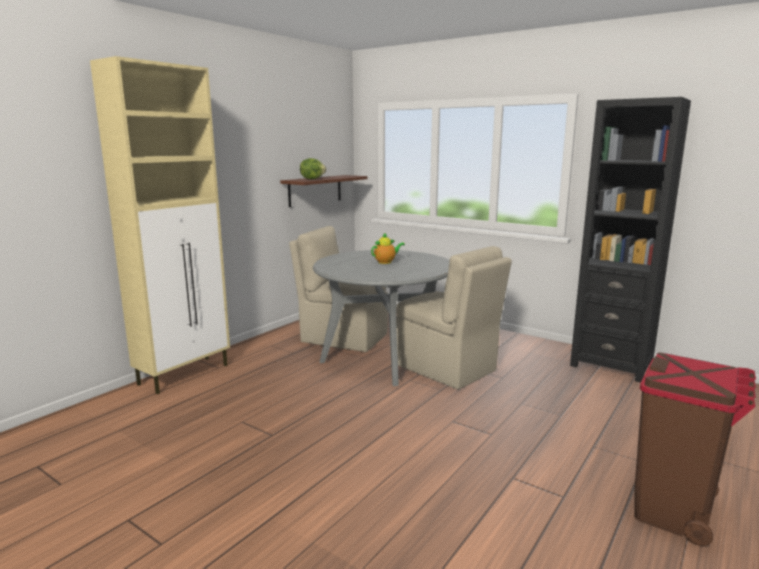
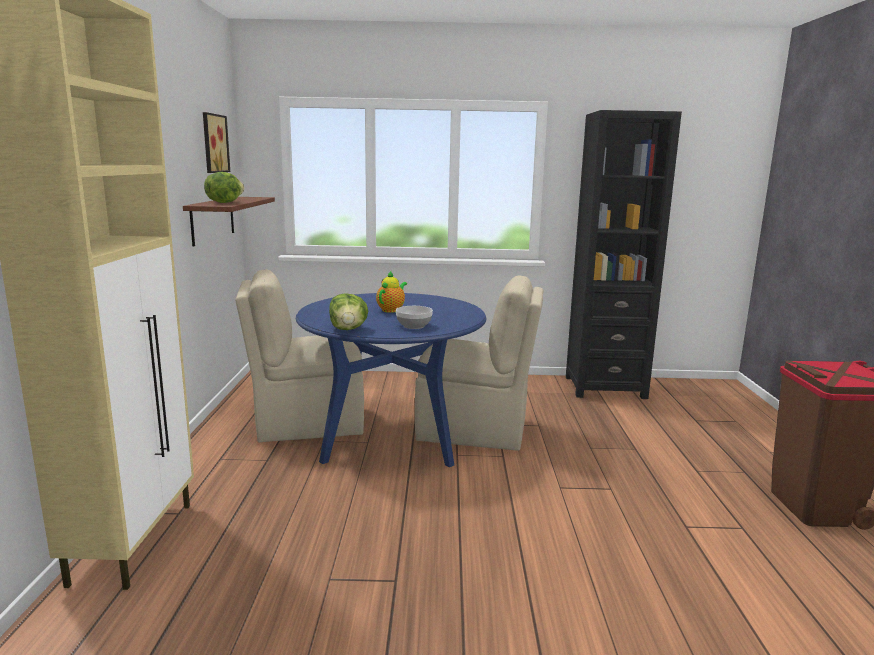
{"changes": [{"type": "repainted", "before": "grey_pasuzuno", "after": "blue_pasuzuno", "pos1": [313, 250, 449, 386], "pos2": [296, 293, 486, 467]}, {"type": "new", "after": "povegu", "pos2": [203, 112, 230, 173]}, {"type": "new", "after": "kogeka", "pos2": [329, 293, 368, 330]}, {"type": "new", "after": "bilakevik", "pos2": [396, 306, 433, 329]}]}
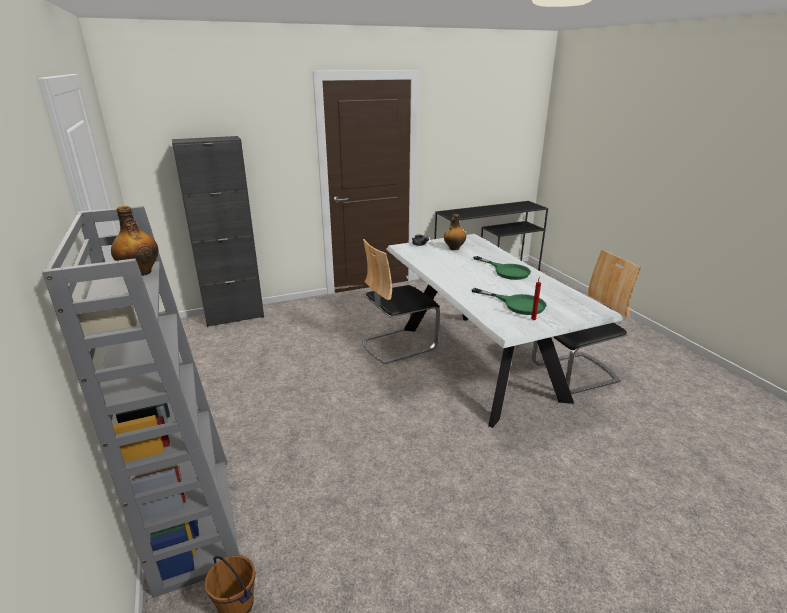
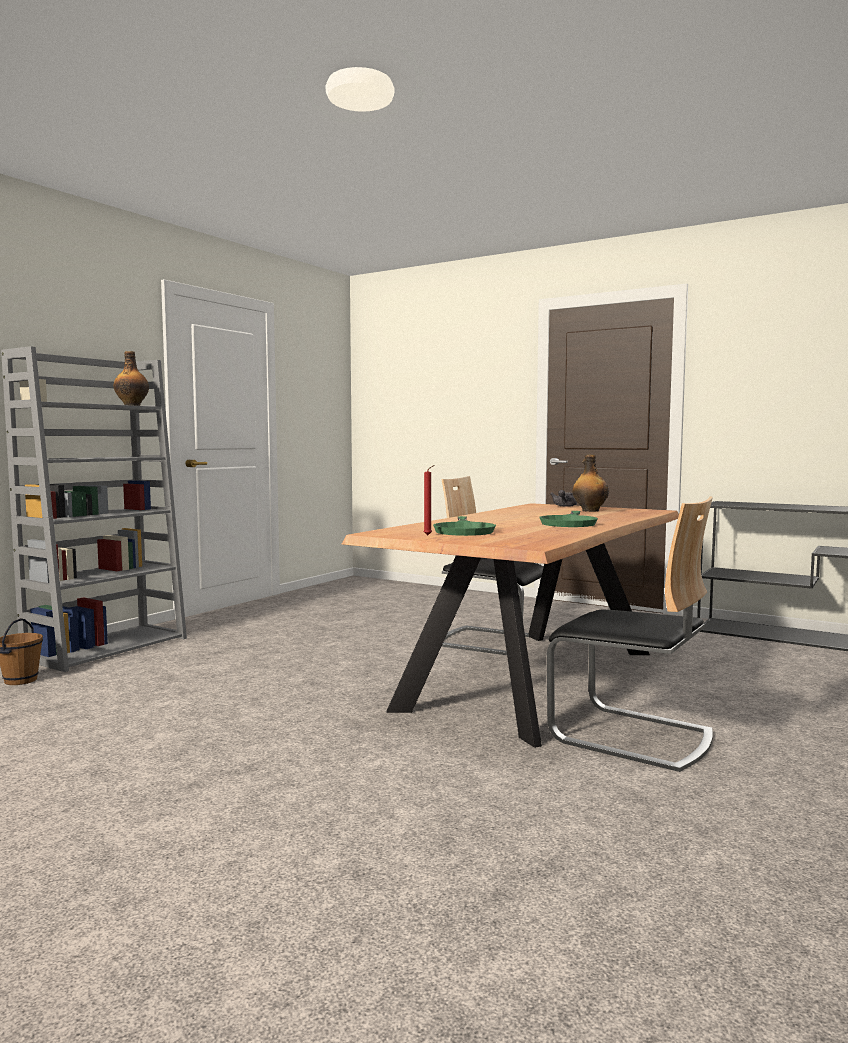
{"changes": [{"type": "gone", "before": "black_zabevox", "pos1": [172, 136, 264, 327]}, {"type": "repainted", "before": "white_pasuzuno", "after": "brown_pasuzuno", "pos1": [386, 234, 623, 428], "pos2": [342, 503, 679, 748]}]}
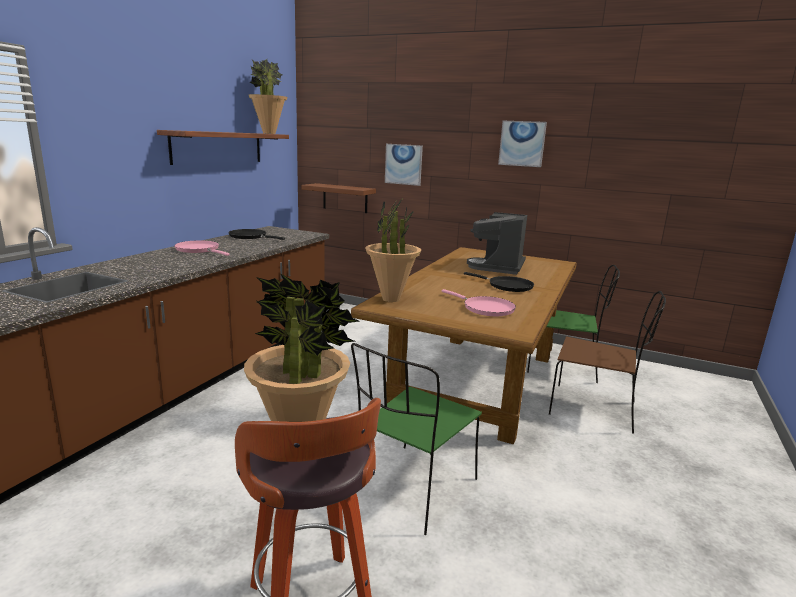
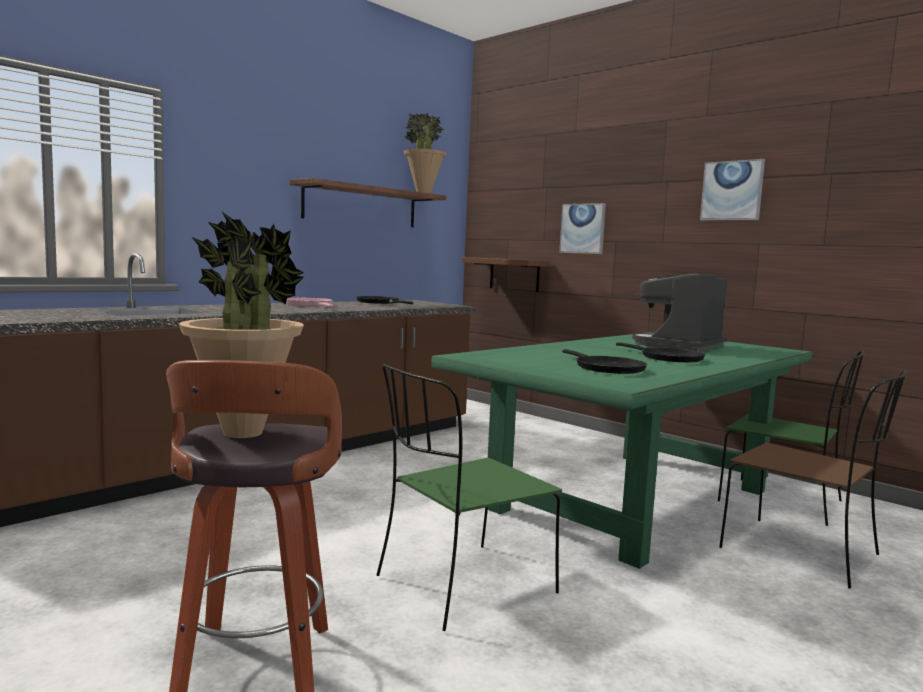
{"changes": [{"type": "repainted", "before": "brown_pasuzuno", "after": "green_pasuzuno", "pos1": [351, 247, 577, 444], "pos2": [431, 332, 813, 569]}, {"type": "gone", "before": "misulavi", "pos1": [365, 197, 421, 302]}, {"type": "repainted", "before": "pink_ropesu", "after": "black_ropesu", "pos1": [442, 289, 516, 316], "pos2": [562, 349, 647, 374]}]}
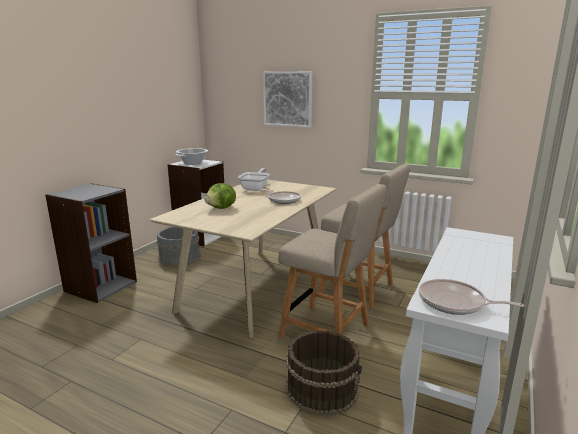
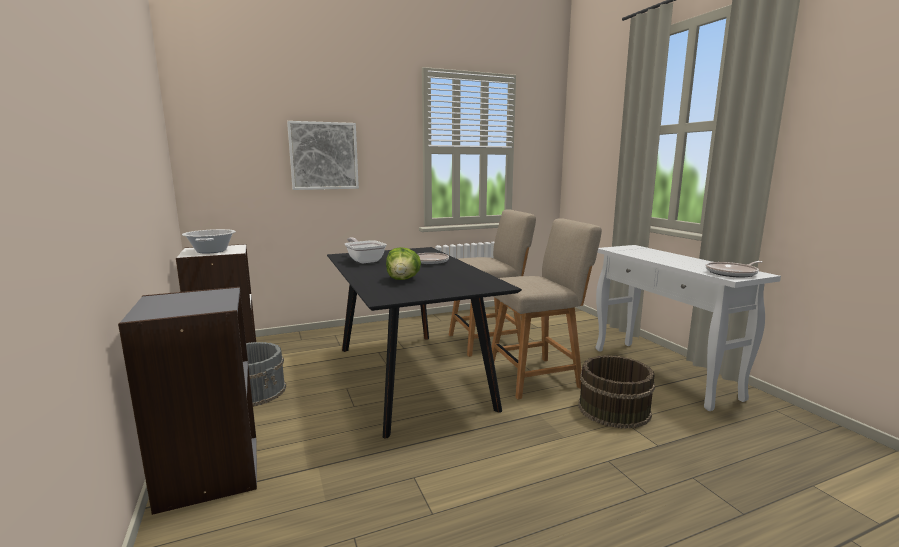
{"changes": [{"type": "repainted", "before": "beige_pasuzuno", "after": "black_pasuzuno", "pos1": [149, 180, 337, 338], "pos2": [327, 247, 522, 438]}]}
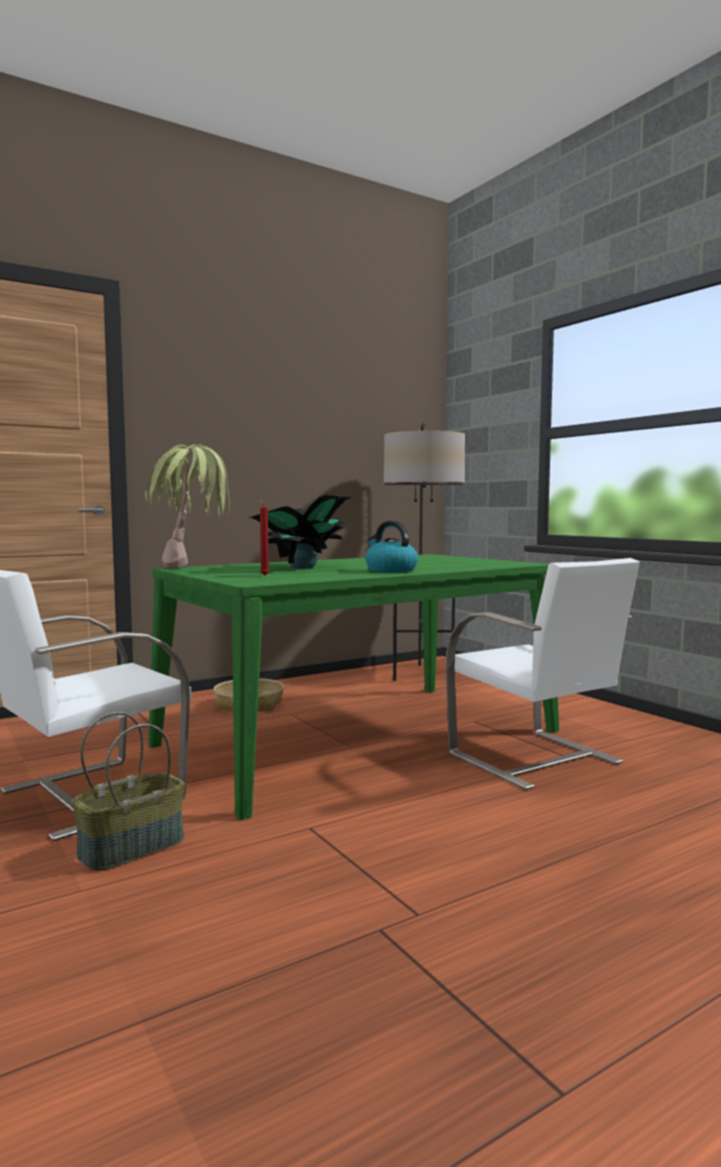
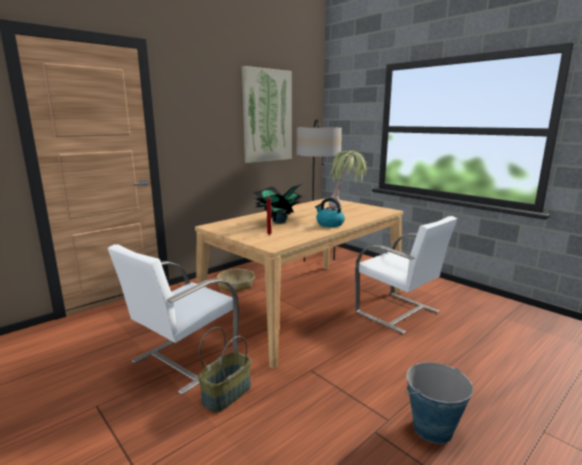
{"changes": [{"type": "shifted", "before": "misulavi", "pos1": [145, 444, 230, 569], "pos2": [329, 151, 367, 208]}, {"type": "repainted", "before": "green_pasuzuno", "after": "beige_pasuzuno", "pos1": [148, 554, 559, 820], "pos2": [195, 198, 403, 369]}, {"type": "new", "after": "povegu", "pos2": [242, 66, 291, 163]}, {"type": "new", "after": "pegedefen", "pos2": [404, 362, 473, 444]}]}
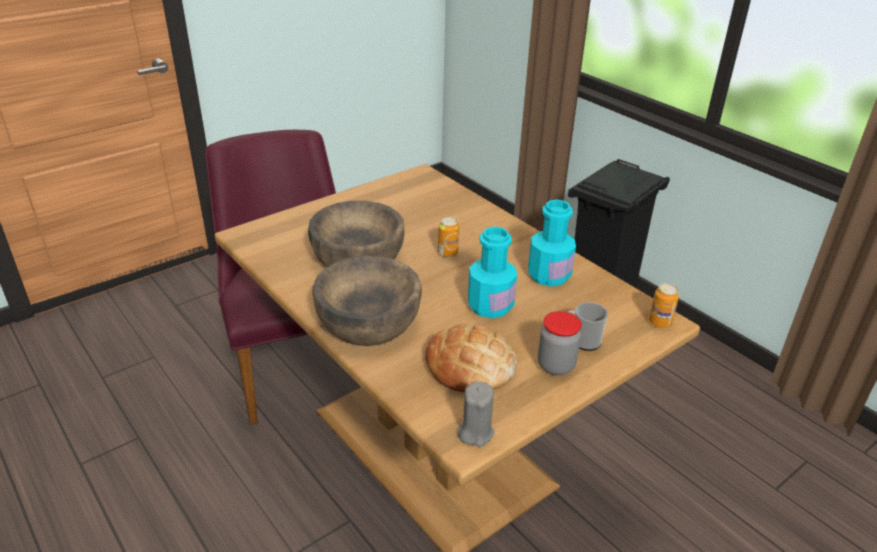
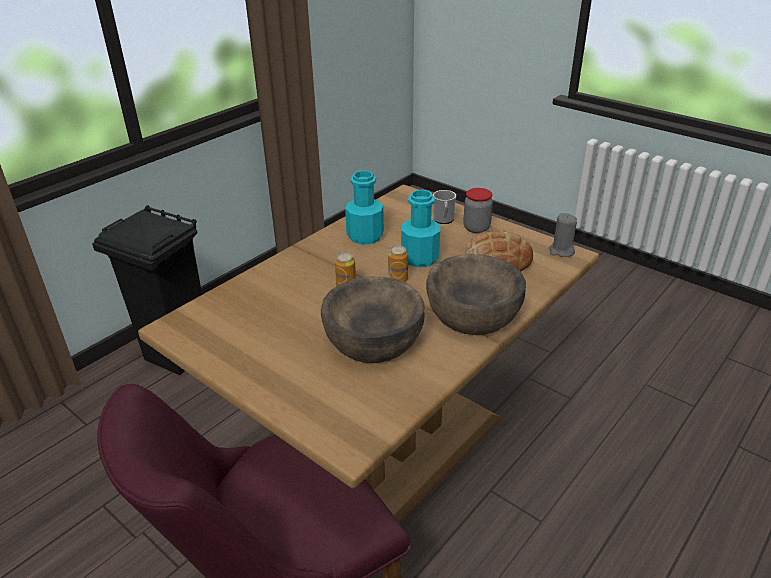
{"changes": [{"type": "shifted", "before": "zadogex", "pos1": [649, 283, 679, 328], "pos2": [388, 246, 408, 283]}]}
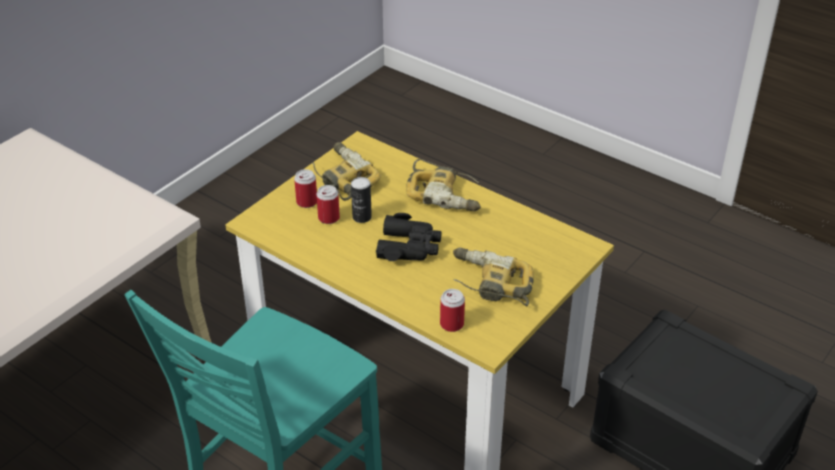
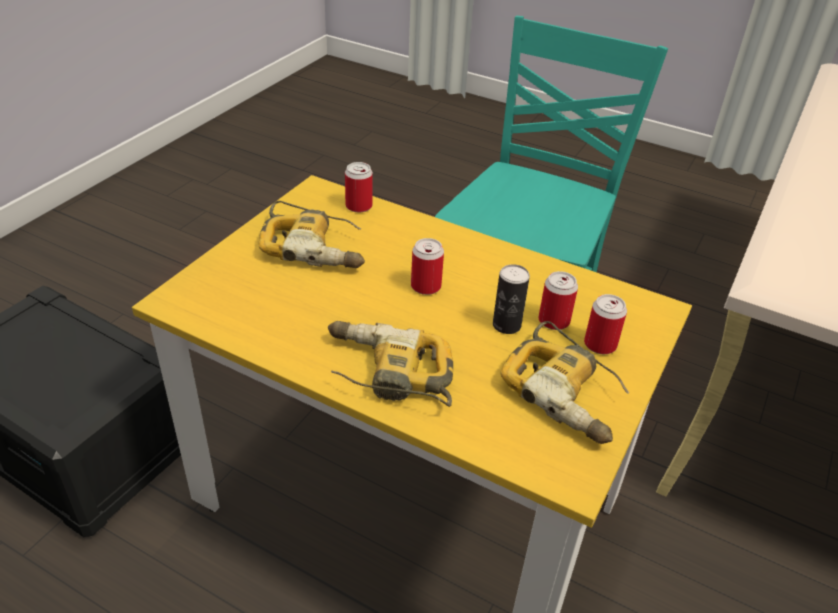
{"changes": [{"type": "swapped", "before": "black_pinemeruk", "after": "zadogex", "pos1": [376, 213, 442, 261], "pos2": [411, 238, 444, 295]}]}
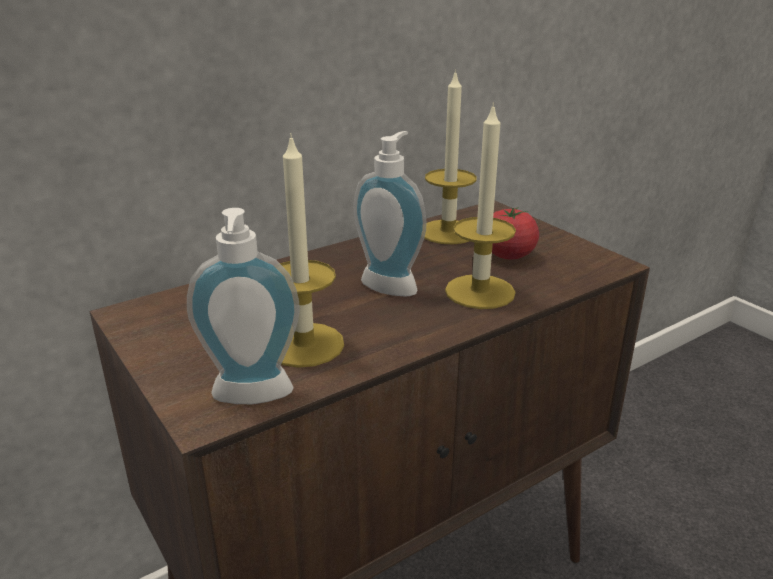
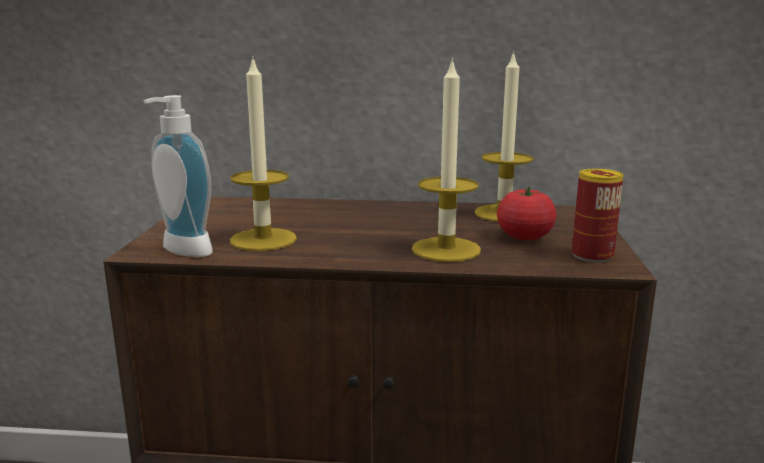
{"changes": [{"type": "gone", "before": "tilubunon", "pos1": [354, 131, 427, 297]}, {"type": "new", "after": "zadogex", "pos2": [572, 169, 623, 263]}]}
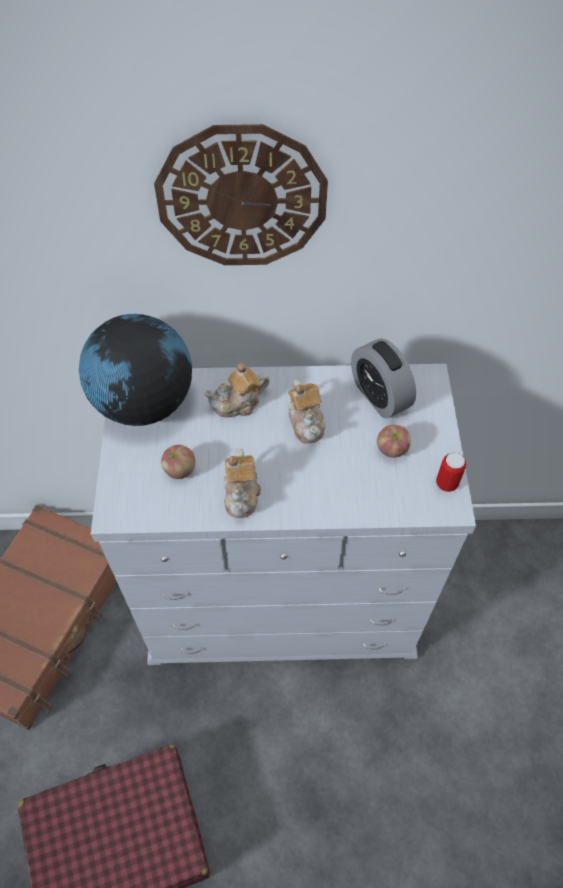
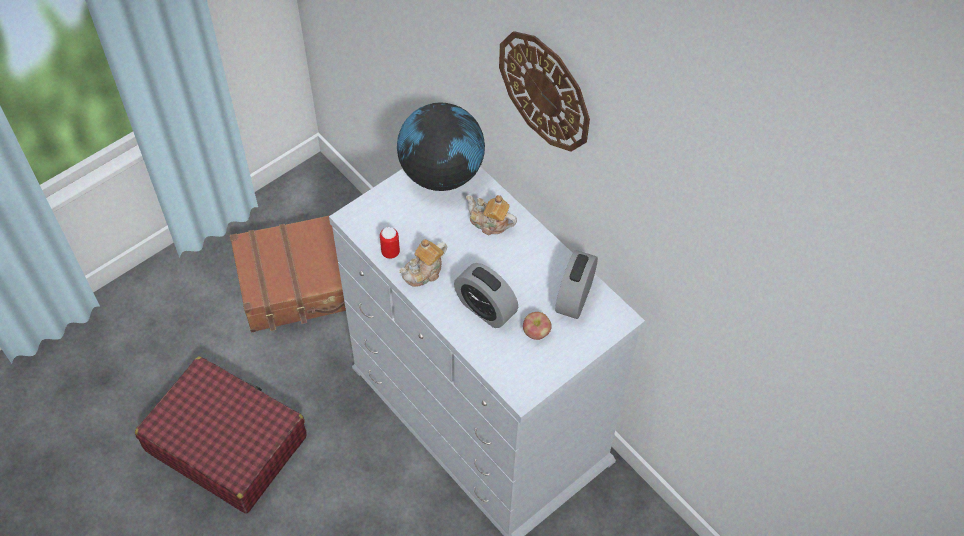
{"changes": [{"type": "gone", "before": "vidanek", "pos1": [161, 445, 196, 479]}, {"type": "gone", "before": "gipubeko", "pos1": [288, 380, 326, 444]}, {"type": "shifted", "before": "zadogex", "pos1": [436, 453, 466, 492], "pos2": [380, 227, 400, 259]}, {"type": "new", "after": "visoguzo", "pos2": [454, 263, 518, 328]}]}
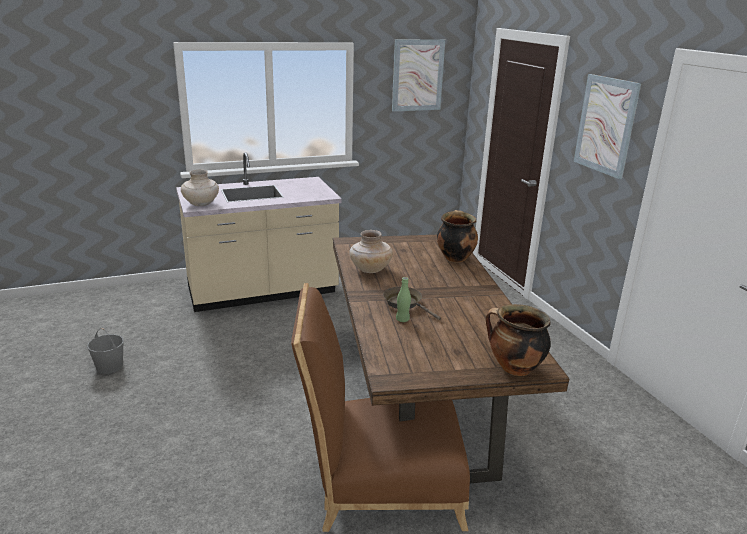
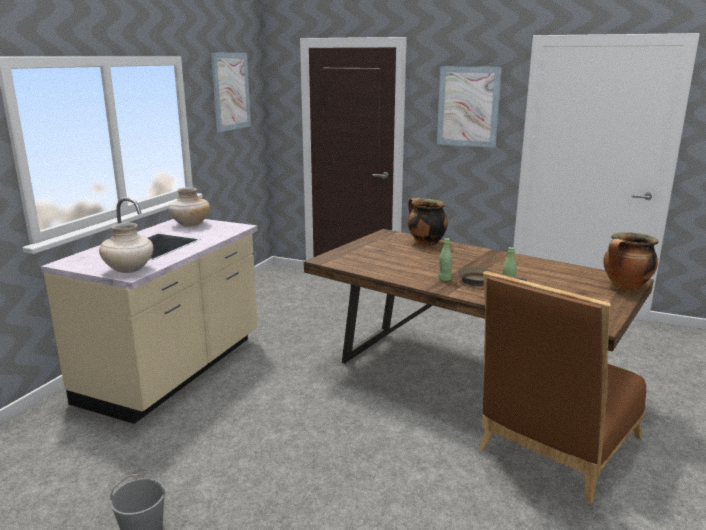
{"changes": [{"type": "shifted", "before": "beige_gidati", "pos1": [349, 230, 393, 273], "pos2": [169, 187, 210, 227]}, {"type": "new", "after": "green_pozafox", "pos2": [438, 238, 452, 281]}]}
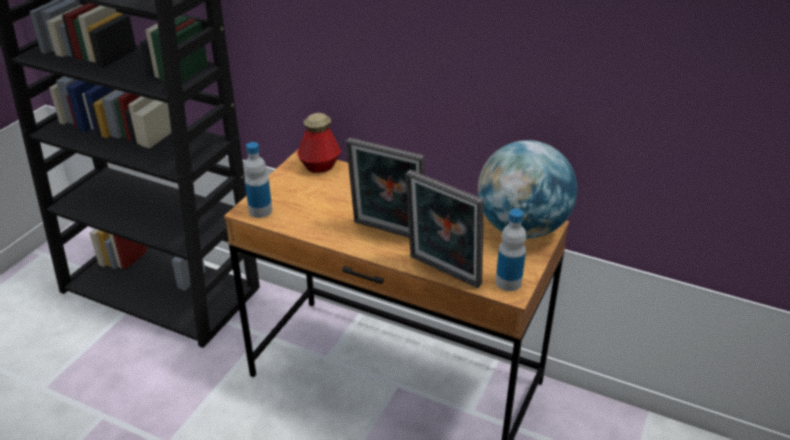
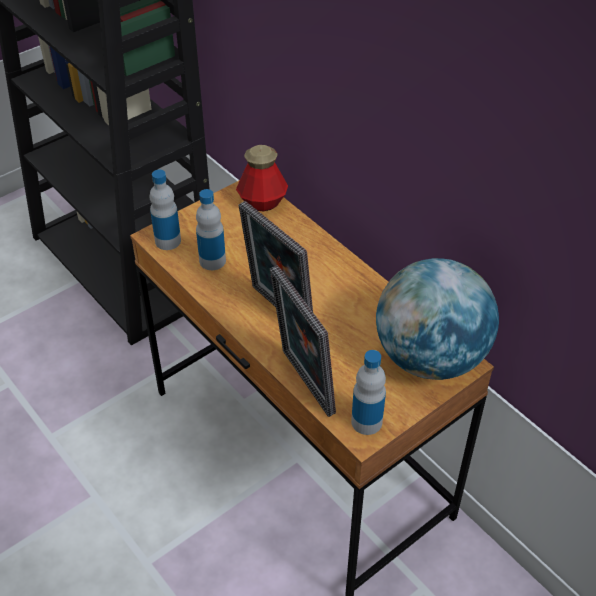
{"changes": [{"type": "new", "after": "pozafox", "pos2": [196, 189, 226, 270]}]}
